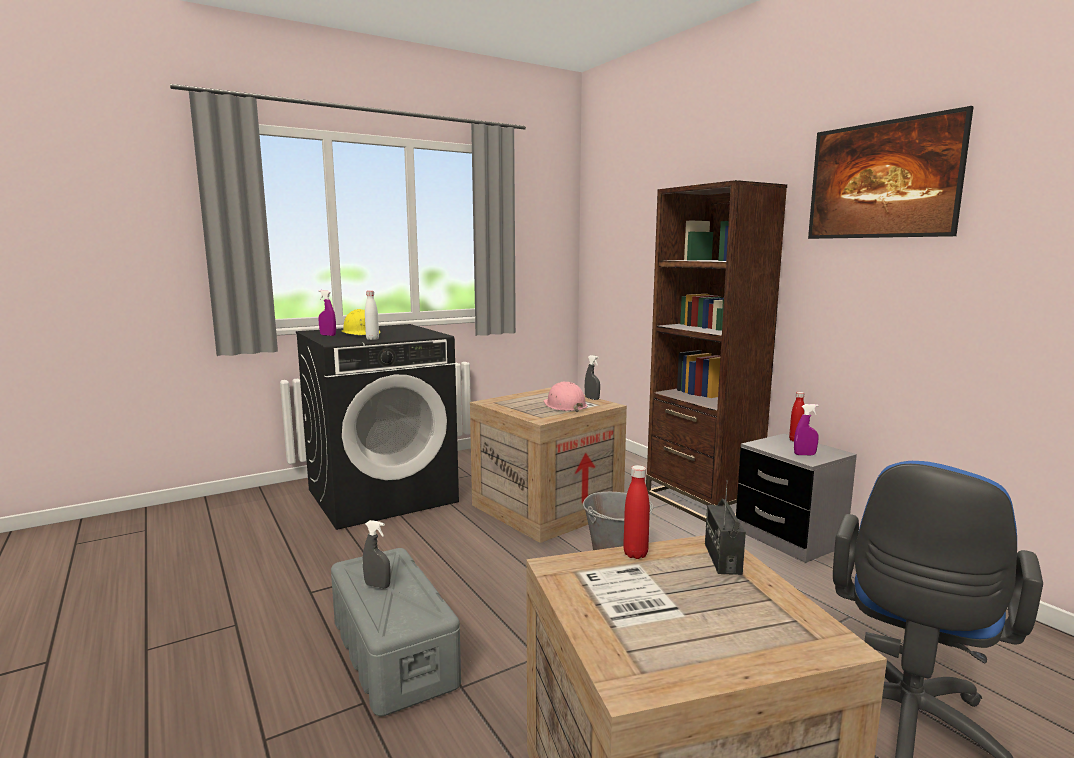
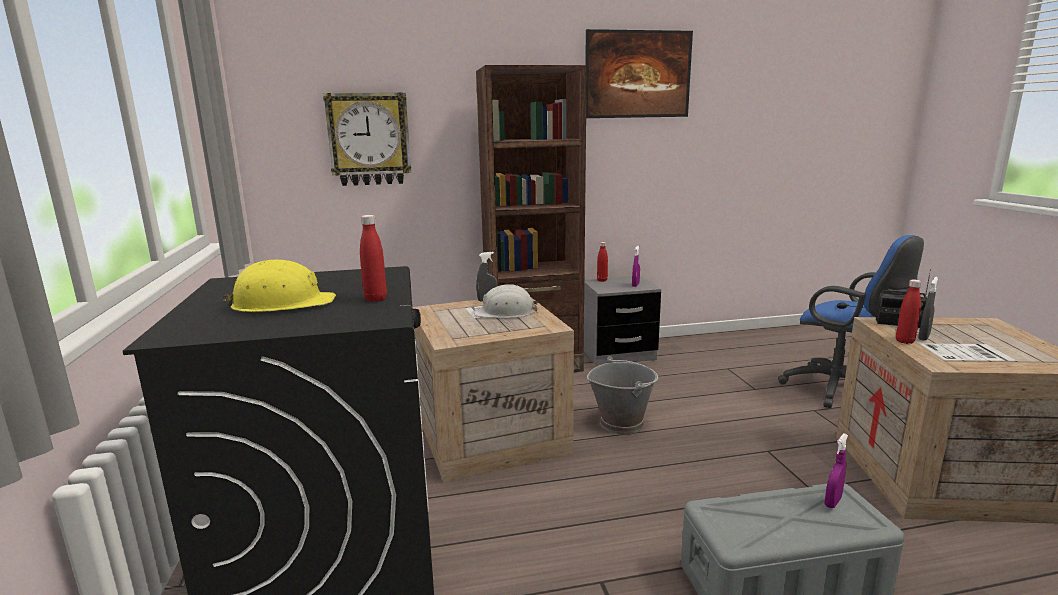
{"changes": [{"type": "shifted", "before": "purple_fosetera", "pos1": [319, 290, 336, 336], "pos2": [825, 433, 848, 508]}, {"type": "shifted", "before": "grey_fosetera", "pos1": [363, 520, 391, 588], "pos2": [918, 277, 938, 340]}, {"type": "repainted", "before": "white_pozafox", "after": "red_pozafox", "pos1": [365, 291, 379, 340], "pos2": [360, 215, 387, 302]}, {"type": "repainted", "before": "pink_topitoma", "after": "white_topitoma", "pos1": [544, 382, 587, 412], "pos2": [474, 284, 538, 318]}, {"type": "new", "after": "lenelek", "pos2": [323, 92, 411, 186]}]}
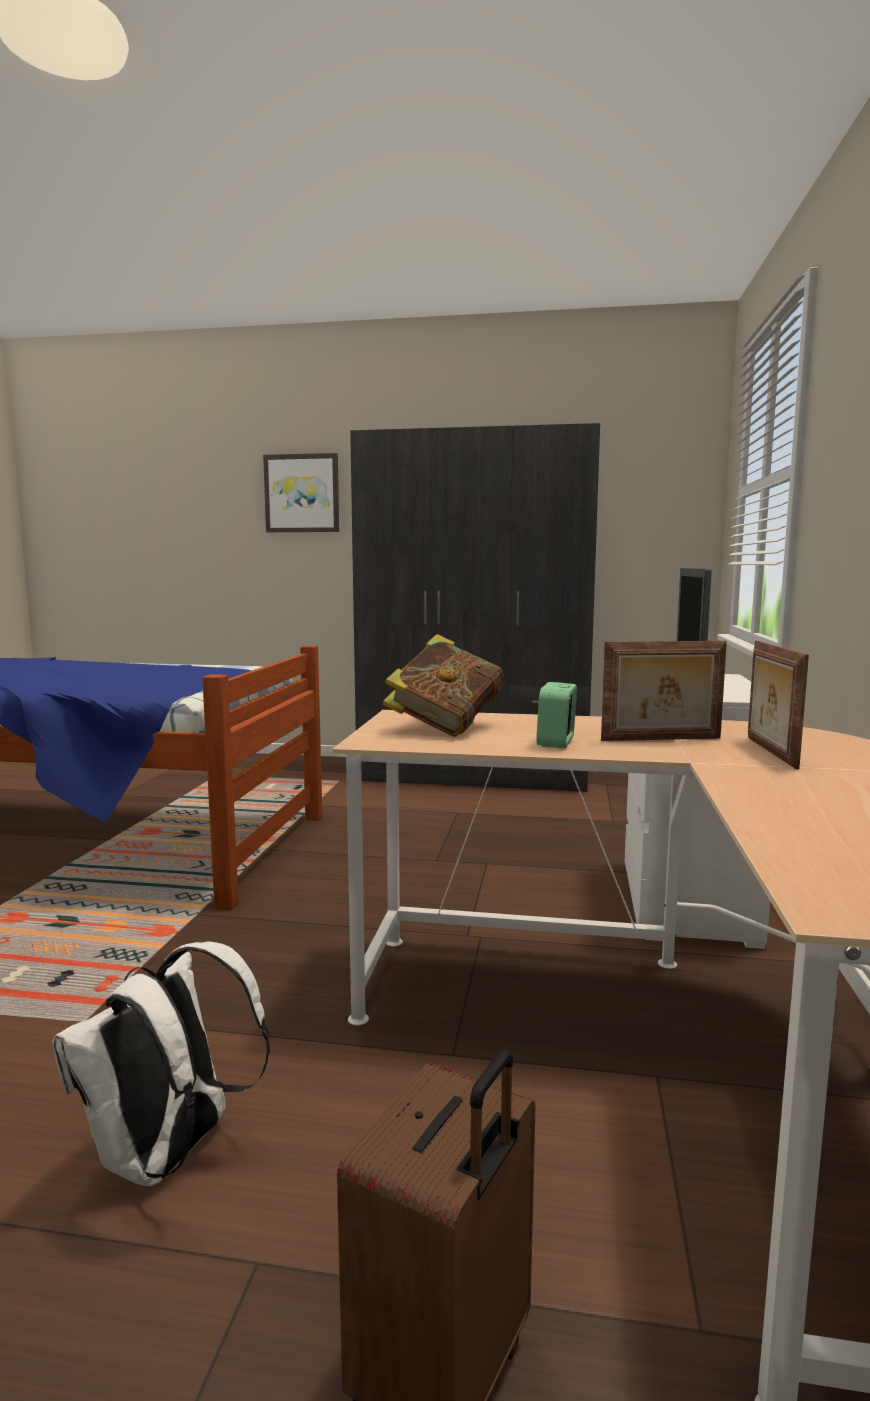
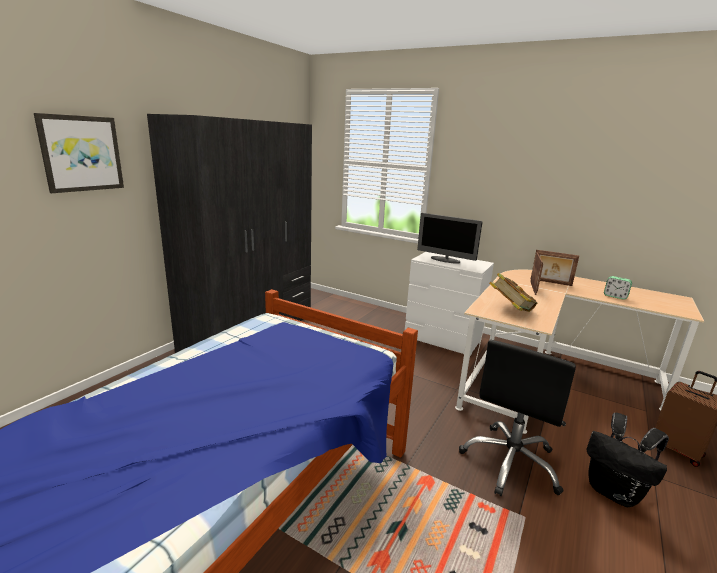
{"changes": [{"type": "repainted", "before": "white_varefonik", "after": "black_varefonik", "pos1": [52, 941, 270, 1186], "pos2": [587, 413, 669, 507]}, {"type": "shifted", "before": "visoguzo", "pos1": [536, 682, 577, 748], "pos2": [604, 276, 632, 300]}, {"type": "new", "after": "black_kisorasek", "pos2": [459, 340, 576, 496]}]}
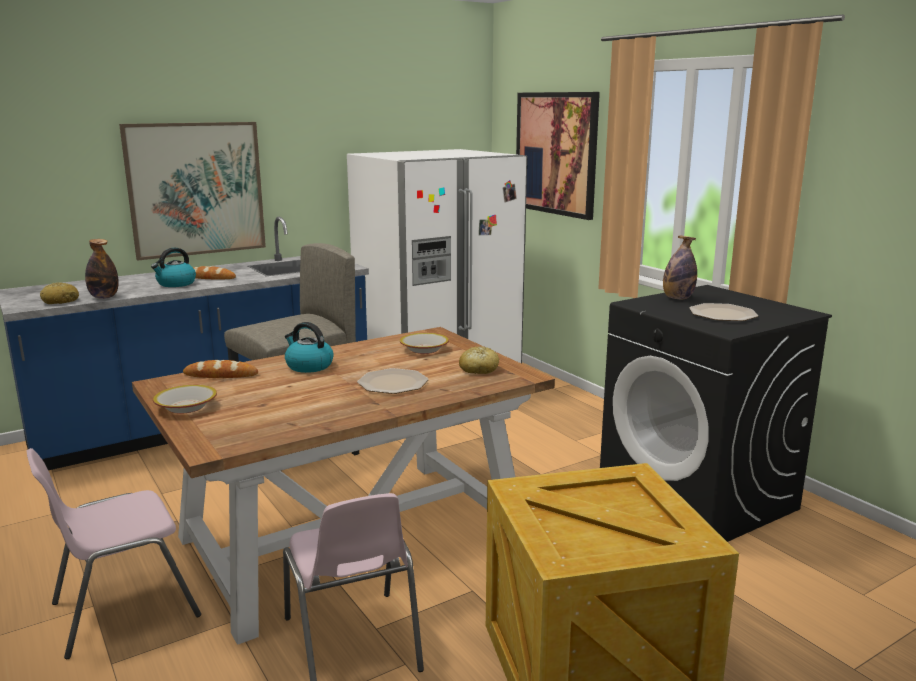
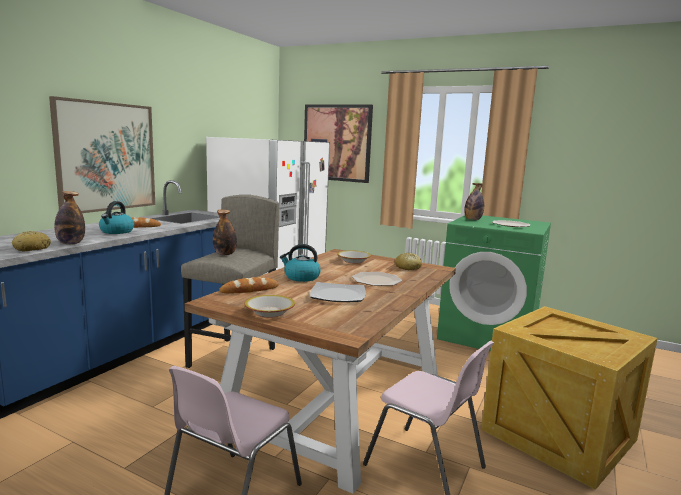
{"changes": [{"type": "repainted", "before": "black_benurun", "after": "green_benurun", "pos1": [600, 285, 832, 542], "pos2": [437, 215, 551, 352]}, {"type": "new", "after": "pozafox", "pos2": [213, 209, 237, 255]}, {"type": "new", "after": "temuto", "pos2": [310, 282, 366, 302]}]}
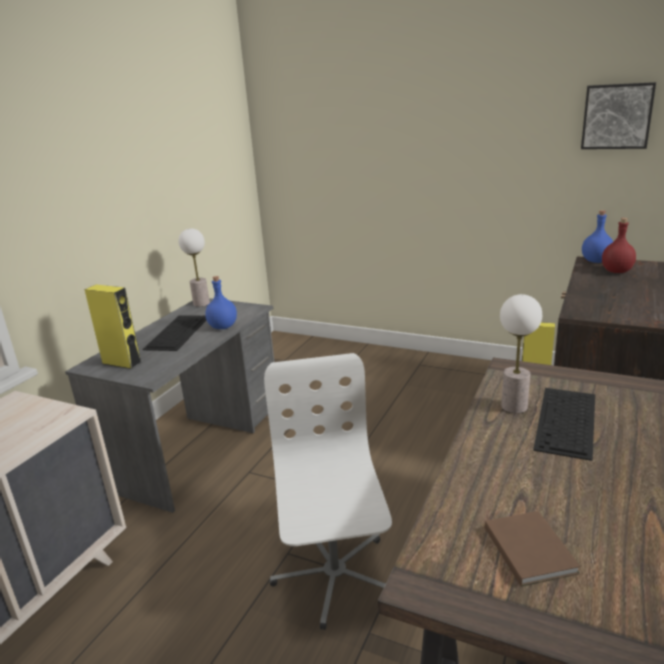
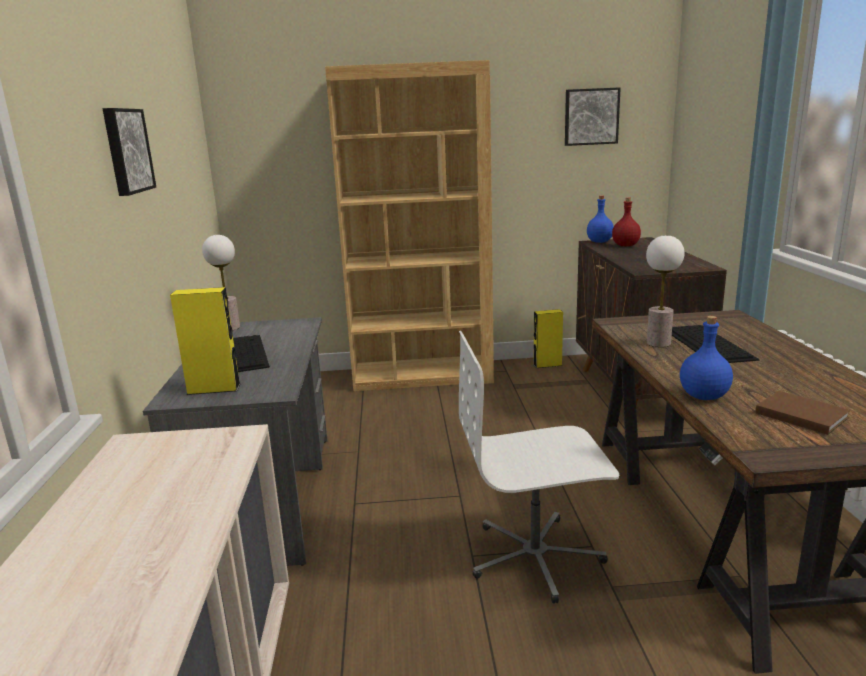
{"changes": [{"type": "shifted", "before": "blue_pozafox", "pos1": [205, 276, 237, 329], "pos2": [680, 316, 733, 400]}, {"type": "rotated", "before": "white_kisorasek", "pos1": [264, 353, 392, 630], "pos2": [459, 331, 619, 604], "turn": -60}, {"type": "new", "after": "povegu", "pos2": [103, 108, 156, 196]}, {"type": "new", "after": "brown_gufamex", "pos2": [325, 60, 494, 391]}]}
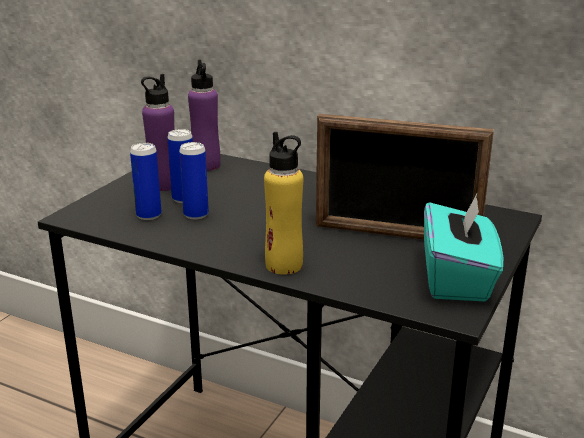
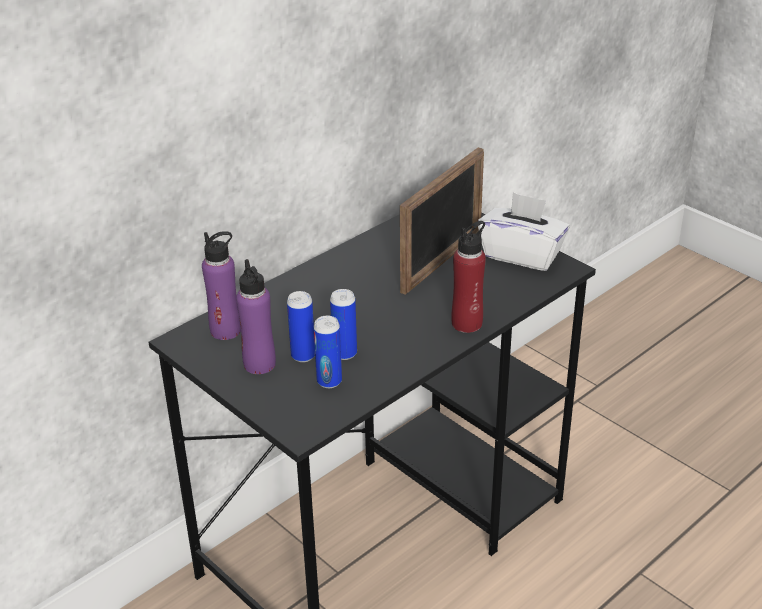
{"changes": [{"type": "repainted", "before": "yellow_pozafox", "after": "red_pozafox", "pos1": [264, 132, 303, 275], "pos2": [451, 221, 486, 333]}, {"type": "repainted", "before": "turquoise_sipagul", "after": "white_sipagul", "pos1": [424, 194, 503, 301], "pos2": [478, 192, 570, 271]}]}
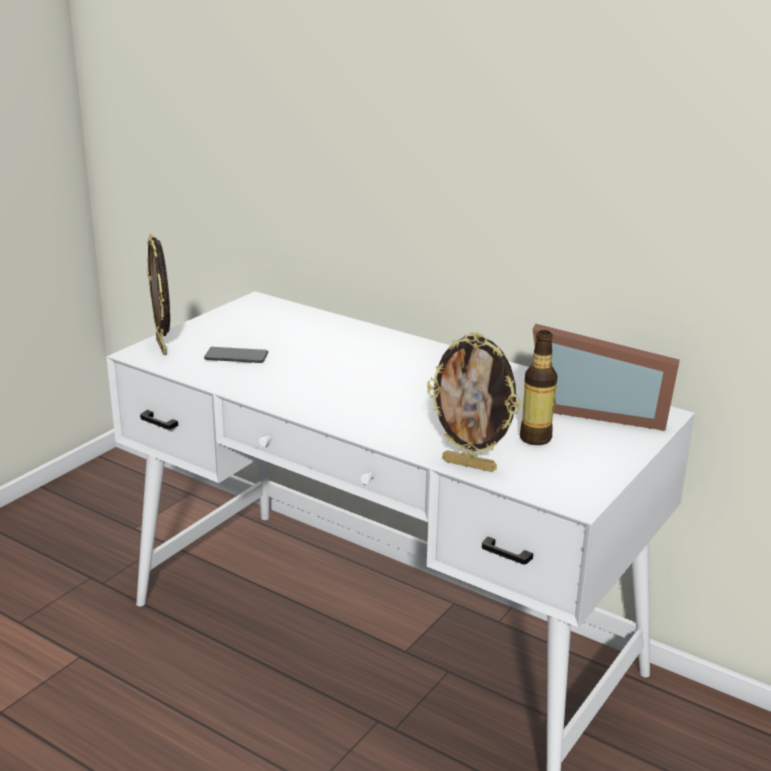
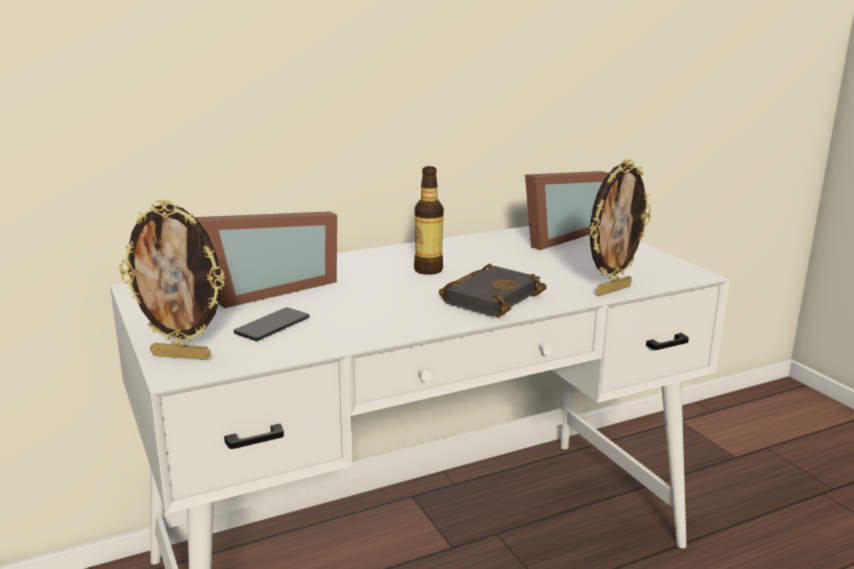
{"changes": [{"type": "shifted", "before": "pozafox", "pos1": [520, 330, 557, 445], "pos2": [414, 166, 444, 275]}, {"type": "new", "after": "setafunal", "pos2": [195, 211, 337, 308]}, {"type": "new", "after": "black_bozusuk", "pos2": [439, 264, 547, 317]}]}
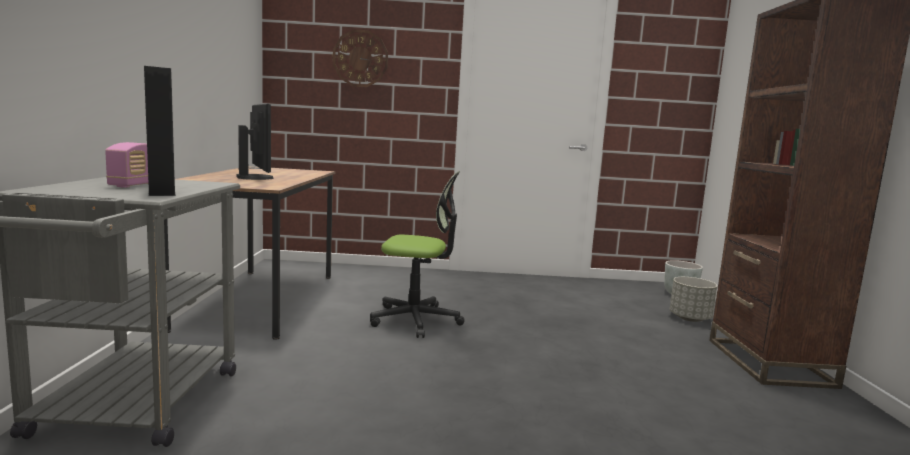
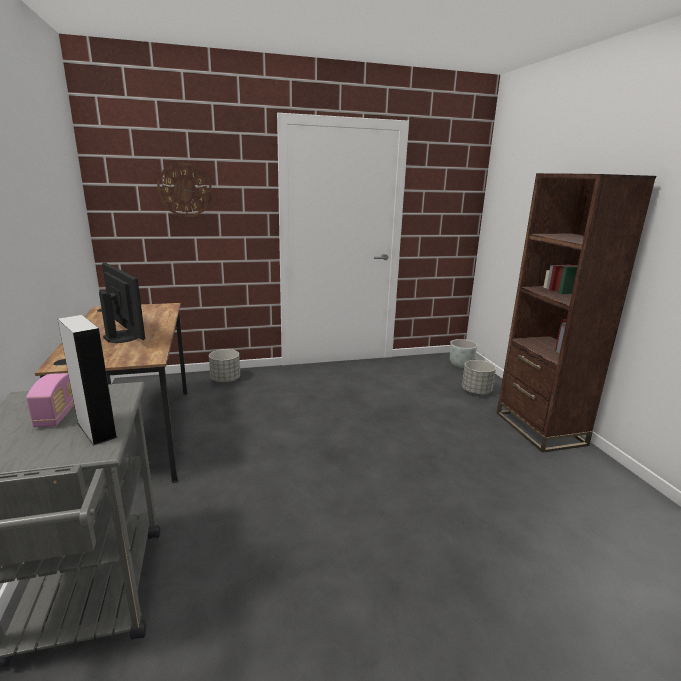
{"changes": [{"type": "gone", "before": "kisorasek", "pos1": [370, 171, 465, 338]}, {"type": "new", "after": "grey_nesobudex", "pos2": [209, 349, 240, 383]}]}
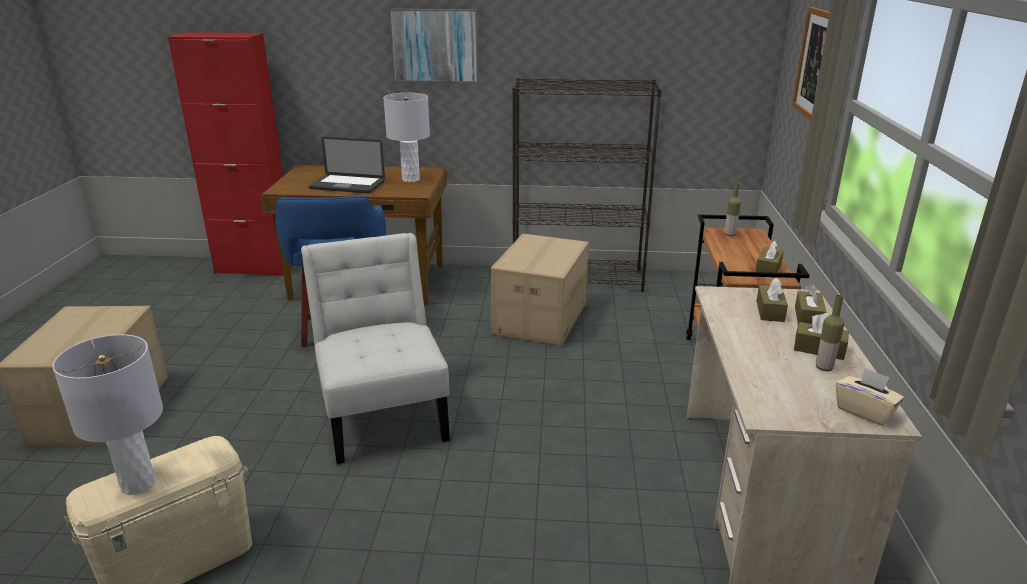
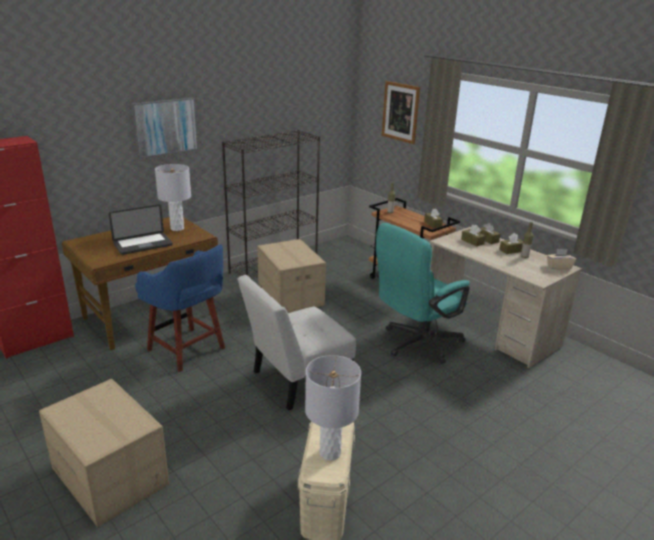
{"changes": [{"type": "rotated", "before": "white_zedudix", "pos1": [301, 233, 450, 464], "pos2": [237, 275, 356, 410], "turn": -60}, {"type": "new", "after": "turquoise_kisorasek", "pos2": [376, 223, 470, 364]}]}
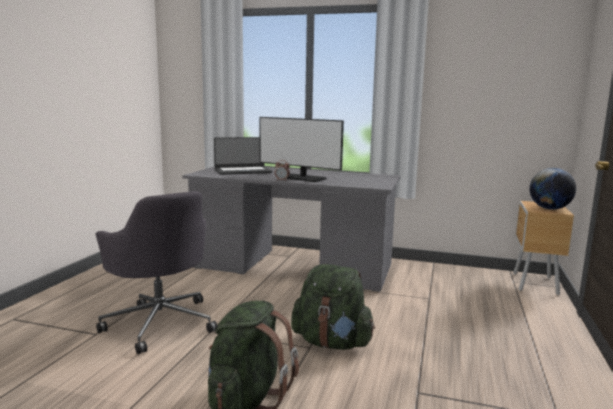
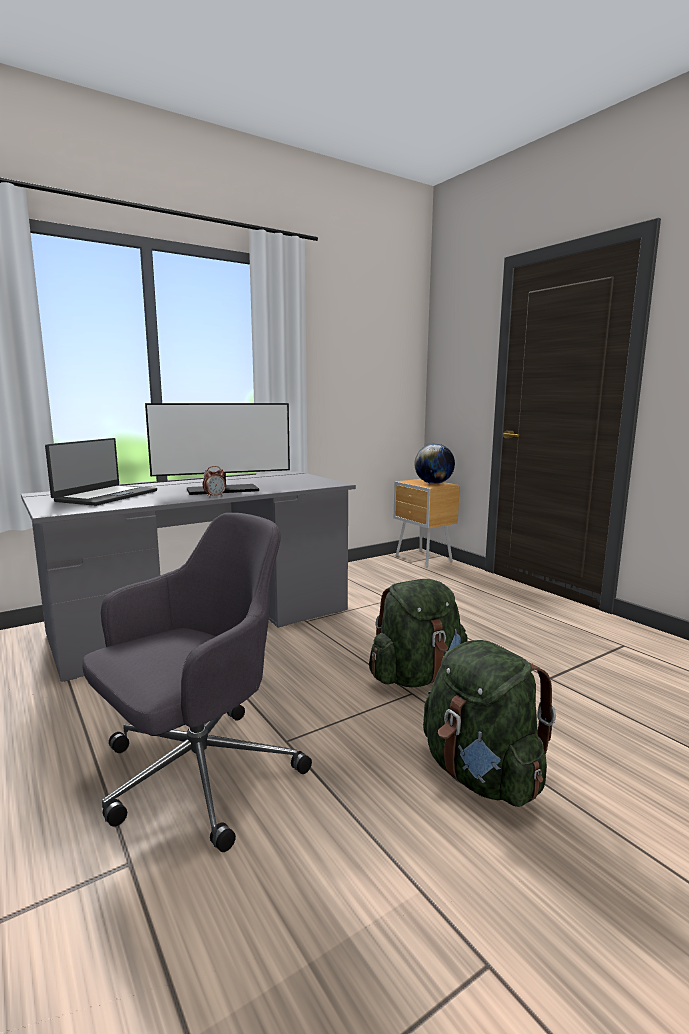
{"changes": [{"type": "rotated", "before": "grey_kisorasek", "pos1": [96, 191, 218, 354], "pos2": [82, 513, 312, 852], "turn": -45}]}
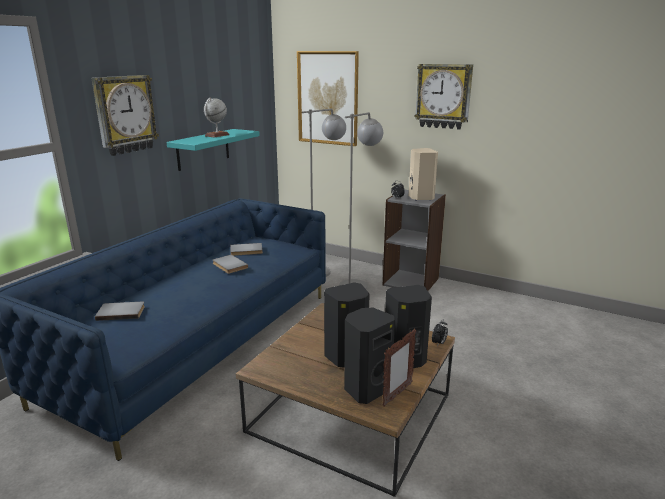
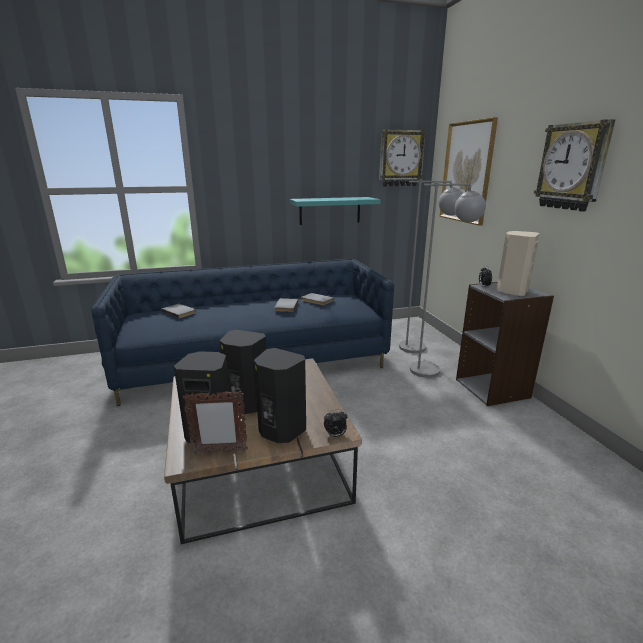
{"changes": [{"type": "shifted", "before": "lenelek", "pos1": [91, 75, 159, 156], "pos2": [379, 129, 427, 187]}, {"type": "gone", "before": "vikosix", "pos1": [204, 97, 230, 138]}]}
